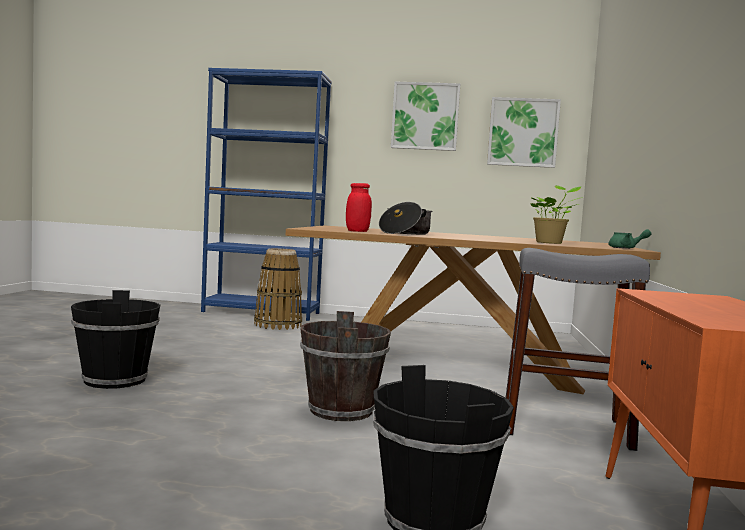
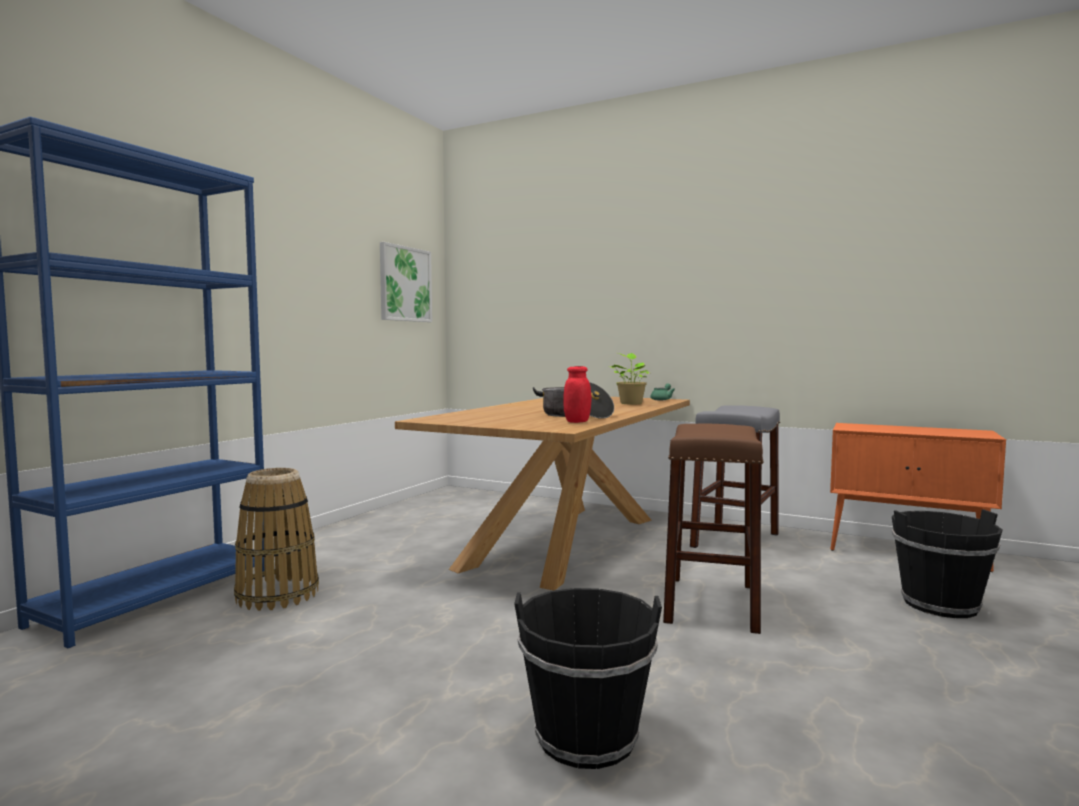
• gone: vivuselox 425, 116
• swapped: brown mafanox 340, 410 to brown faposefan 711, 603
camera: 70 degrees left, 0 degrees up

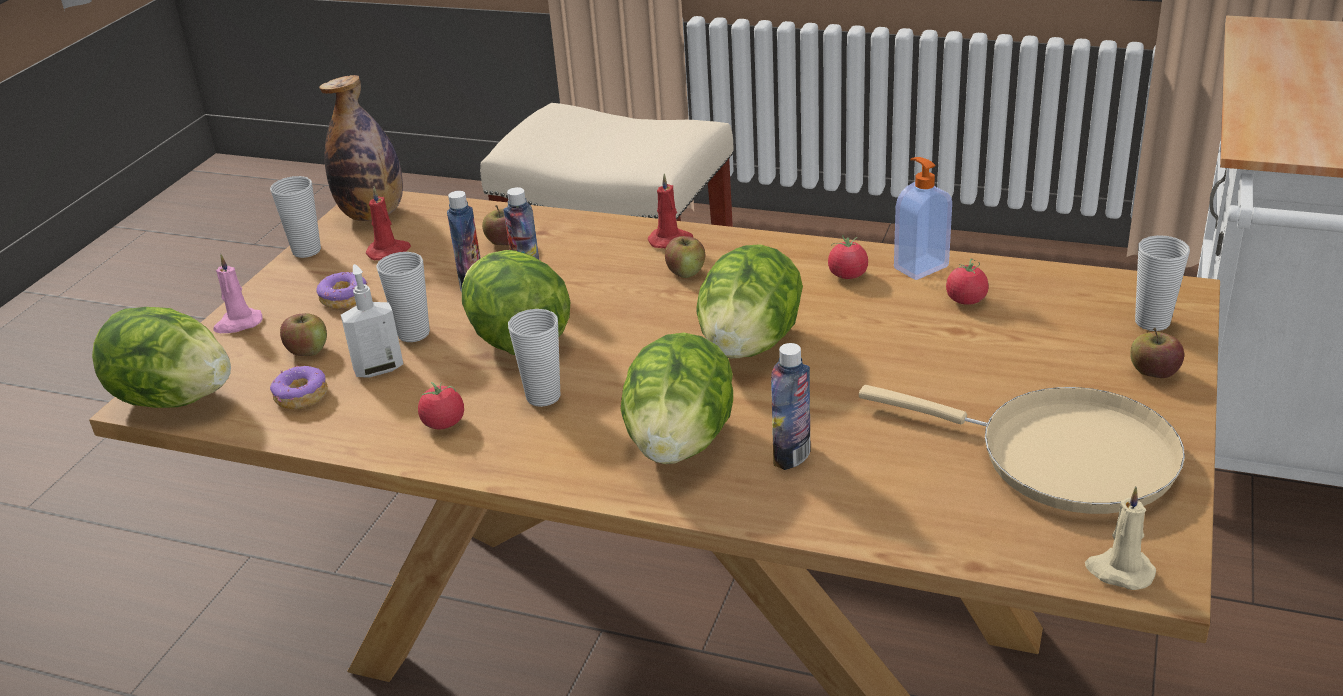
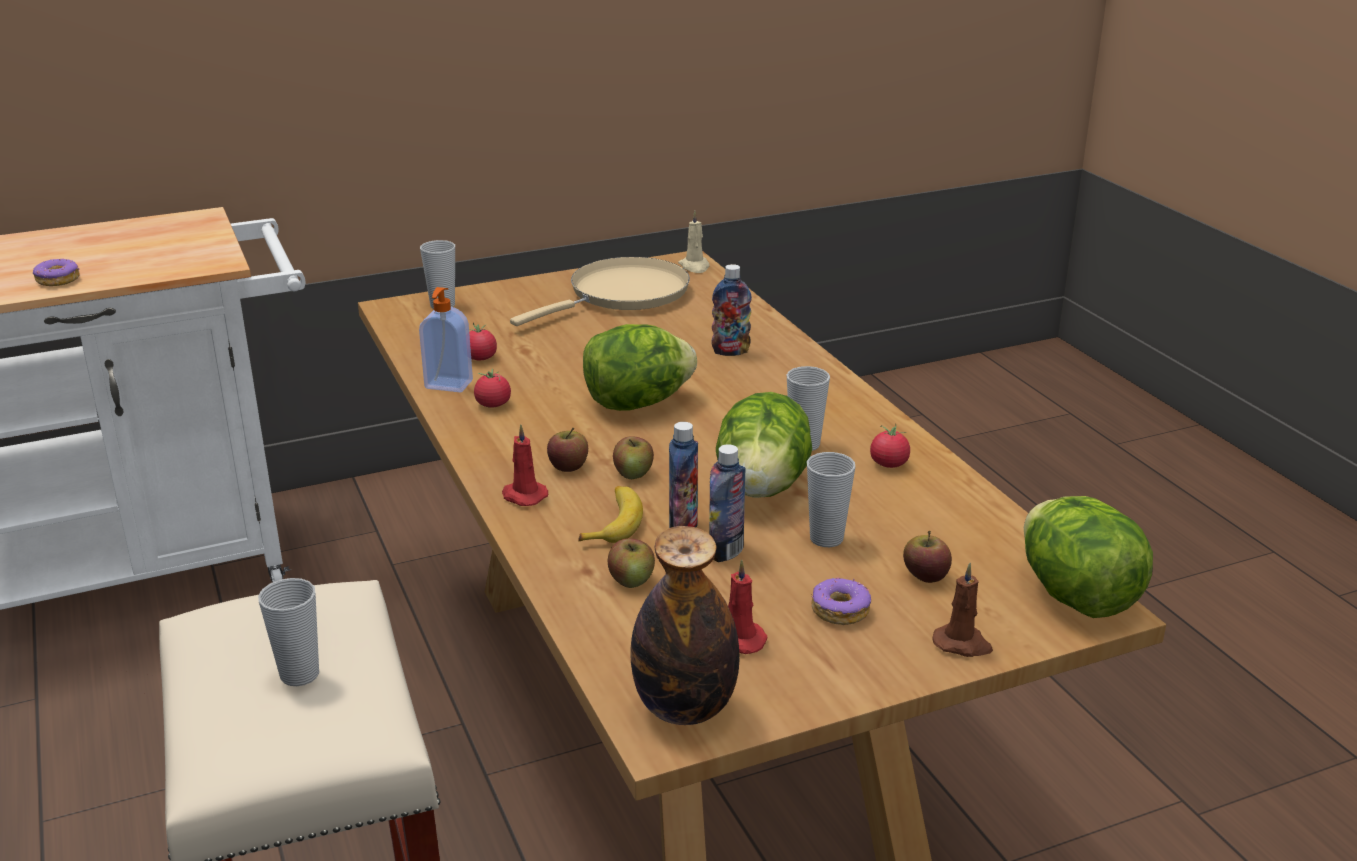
• gone: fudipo 378, 369
• gone: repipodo 680, 443
• new: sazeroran 613, 523
• shifted: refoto 306, 251 to 299, 675
• shifted: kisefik 301, 396 to 58, 280
• shifted: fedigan 1153, 372 to 633, 473
• repainted: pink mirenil 238, 324 to brown mirenil 962, 644
• rotated: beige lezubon 1063, 456 = 622, 295 60 degrees clockwise
camera: 135 degrees left, 5 degrees down

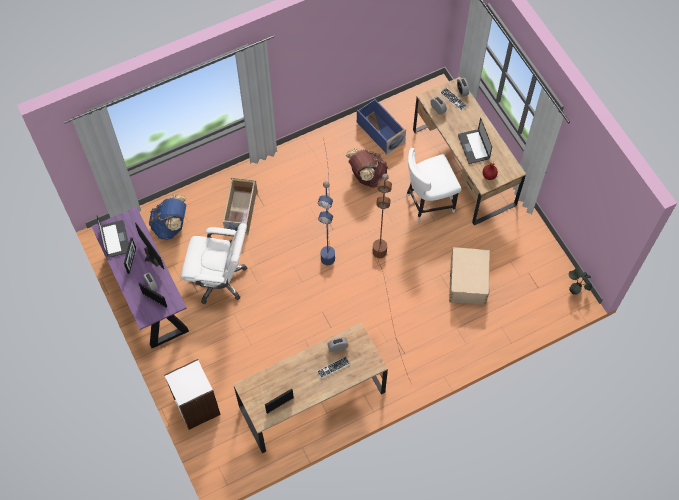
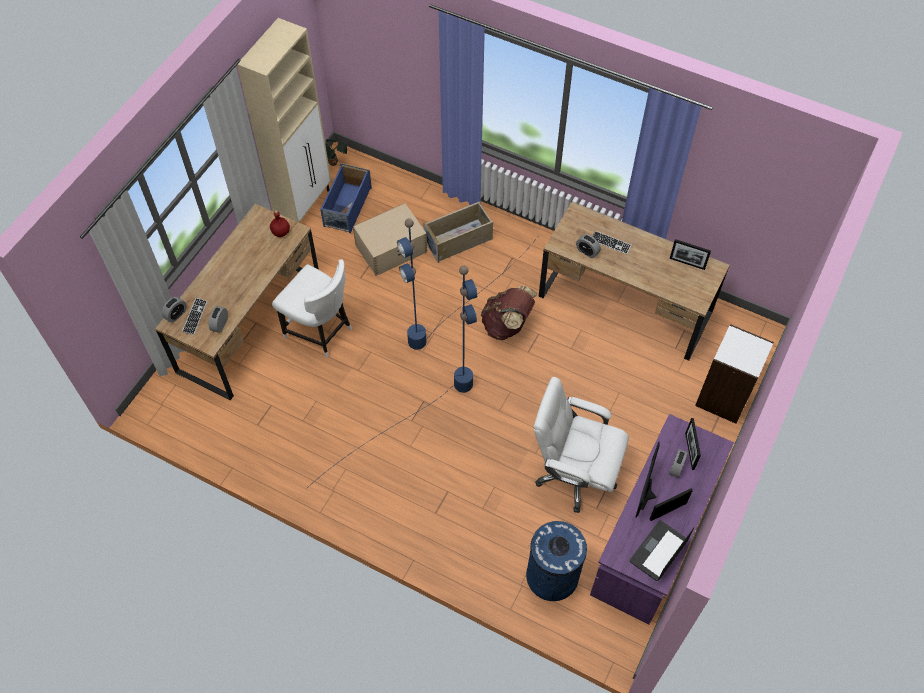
• gone: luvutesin 473, 147
• new: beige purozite 304, 205
• shifted: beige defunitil 241, 212 to 459, 240
• shifted: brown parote 367, 176 to 507, 325
• shifted: blue defunitil 380, 132 to 347, 207
• swapped: blue parote 171, 226 to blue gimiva 552, 576
• repainted: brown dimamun 386, 287 to blue dimamun 454, 311
• rotated: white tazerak 219, 279 = 574, 474 45 degrees counterclockwise
camera: 125 degrees left, 5 degrees down

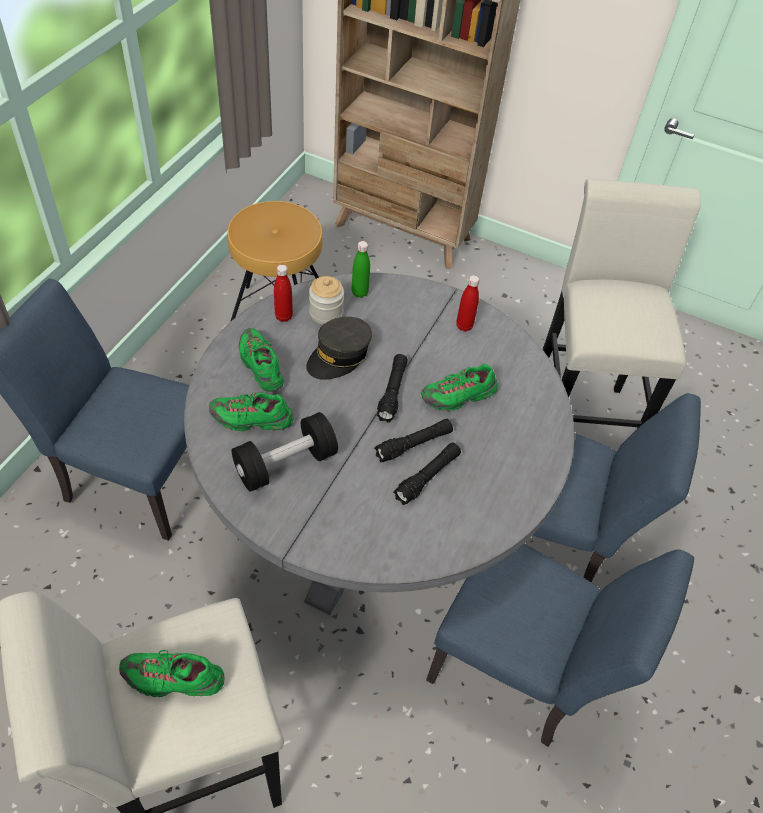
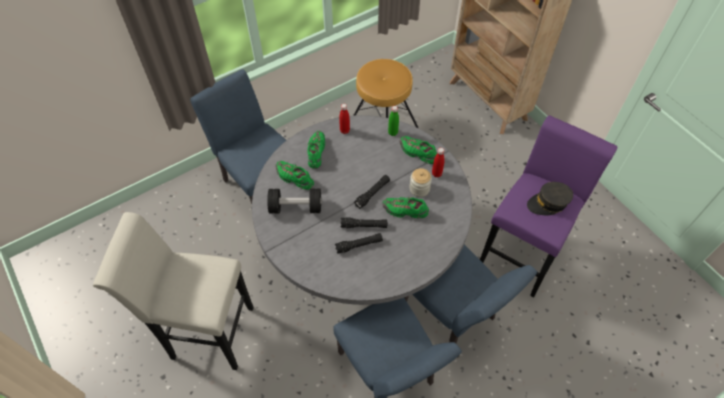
• shifted: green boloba 174, 679 to 418, 153
• shifted: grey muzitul 339, 356 to 548, 203
• shifted: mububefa 326, 313 to 419, 189
• repainted: white faposefan 578, 413 to purple faposefan 521, 253
camera: 35 degrees right, 5 degrees up

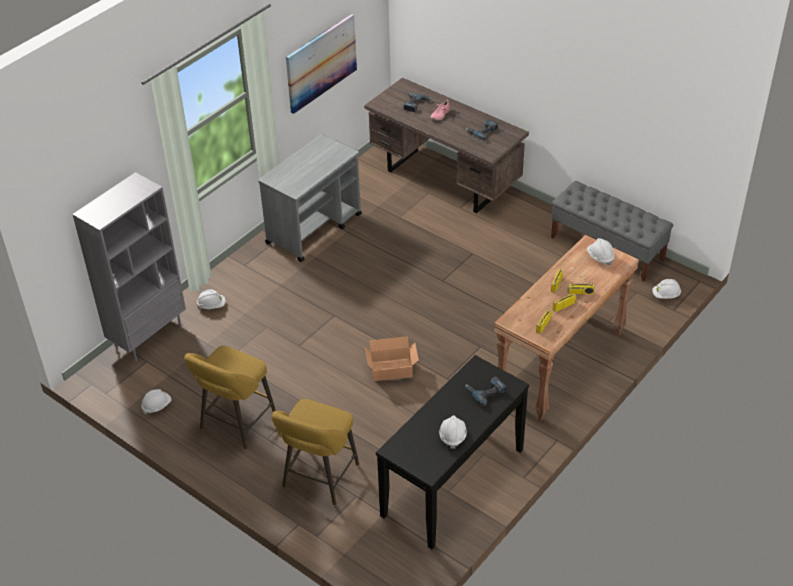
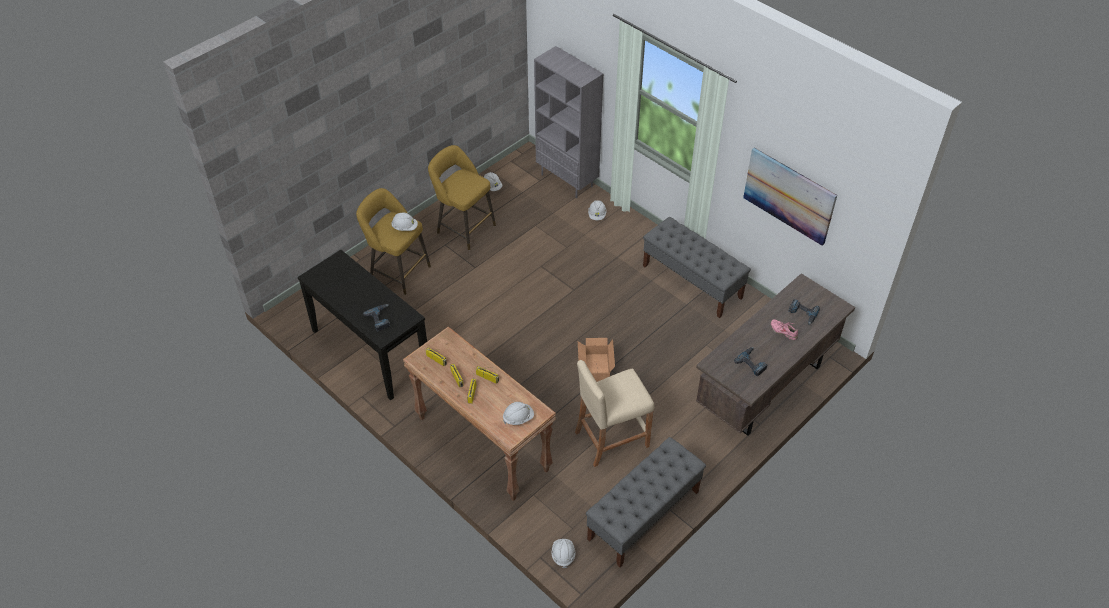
• new: beige faposefan 611, 438
• shifted: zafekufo 392, 370 to 595, 368
• shifted: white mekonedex 452, 436 to 405, 227
• swapped: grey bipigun 314, 228 to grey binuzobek 692, 282
camera: 95 degrees right, 5 degrees up

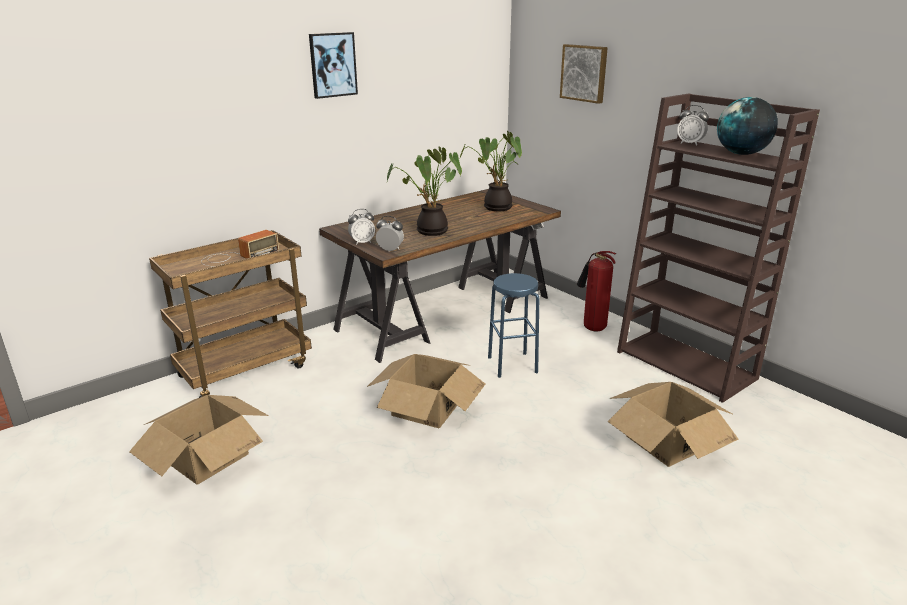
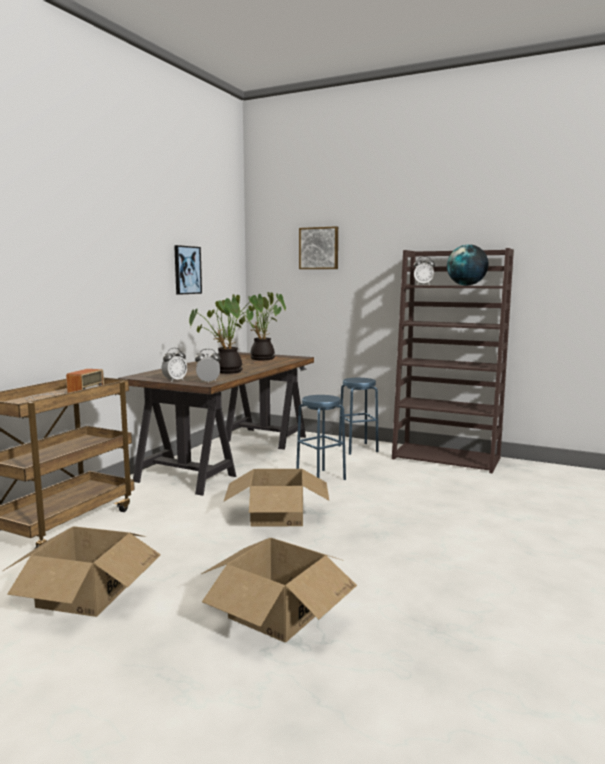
• shifted: vivuselox 333, 65 to 187, 270
• shifted: zafekufo 667, 441 to 278, 612
• swapped: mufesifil 591, 327 to blue faposefan 358, 448
camera: 25 degrees left, 15 degrees down

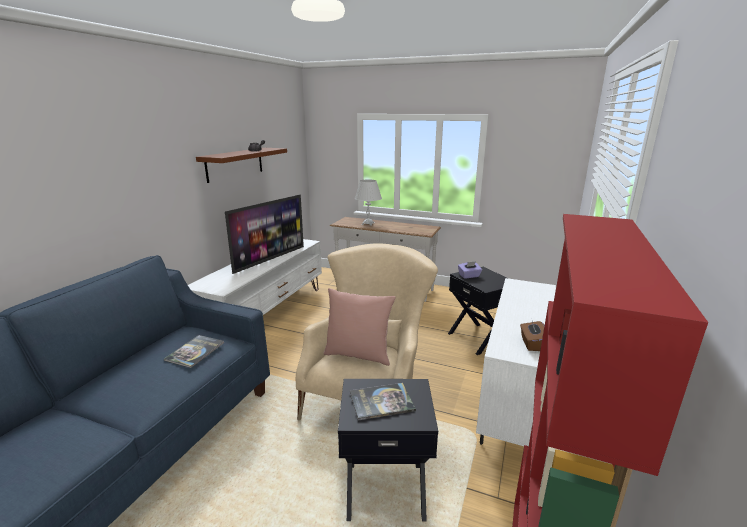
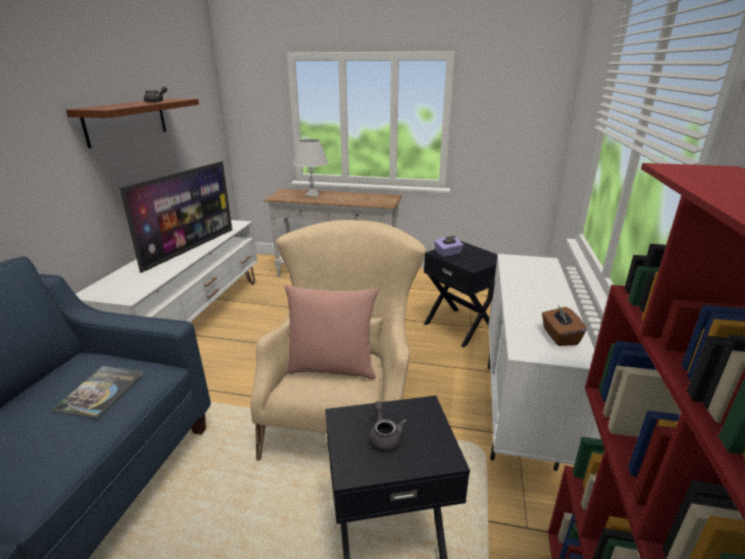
• swapped: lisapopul 381, 402 to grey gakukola 384, 437
camera: 10 degrees left, 5 degrees up

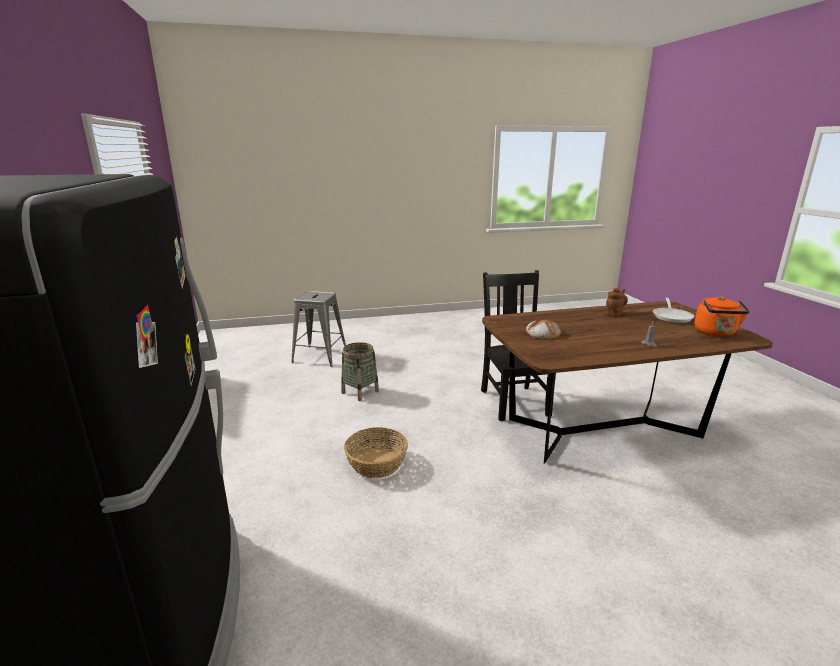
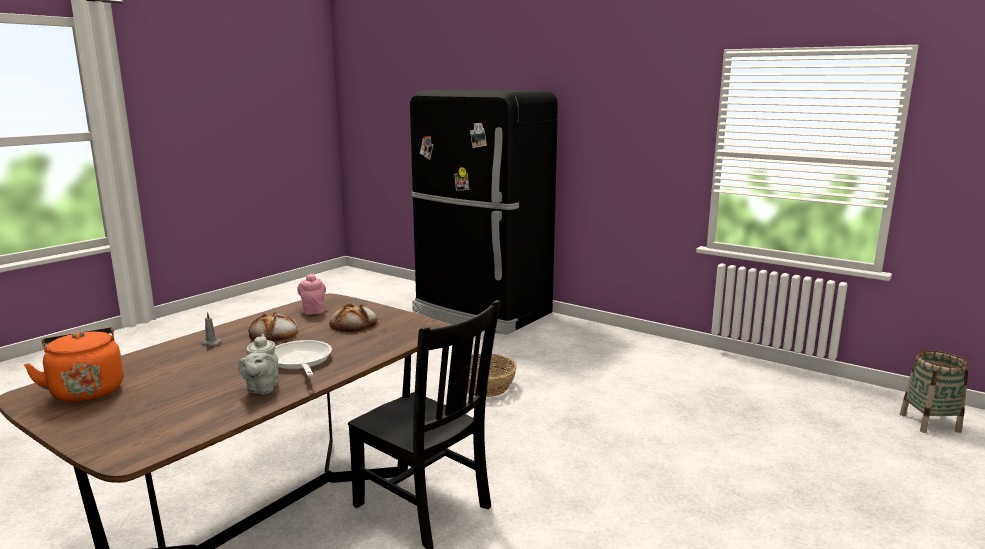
• gone: grey faposefan 320, 356
• new: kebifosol 274, 334
• new: pink gakukola 313, 310
• shifted: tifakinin 360, 392 to 929, 423
• shifted: lezubon 672, 316 to 300, 362
• repainted: brown gakukola 614, 313 to grey gakukola 261, 388
camera: 140 degrees right, 5 degrees down

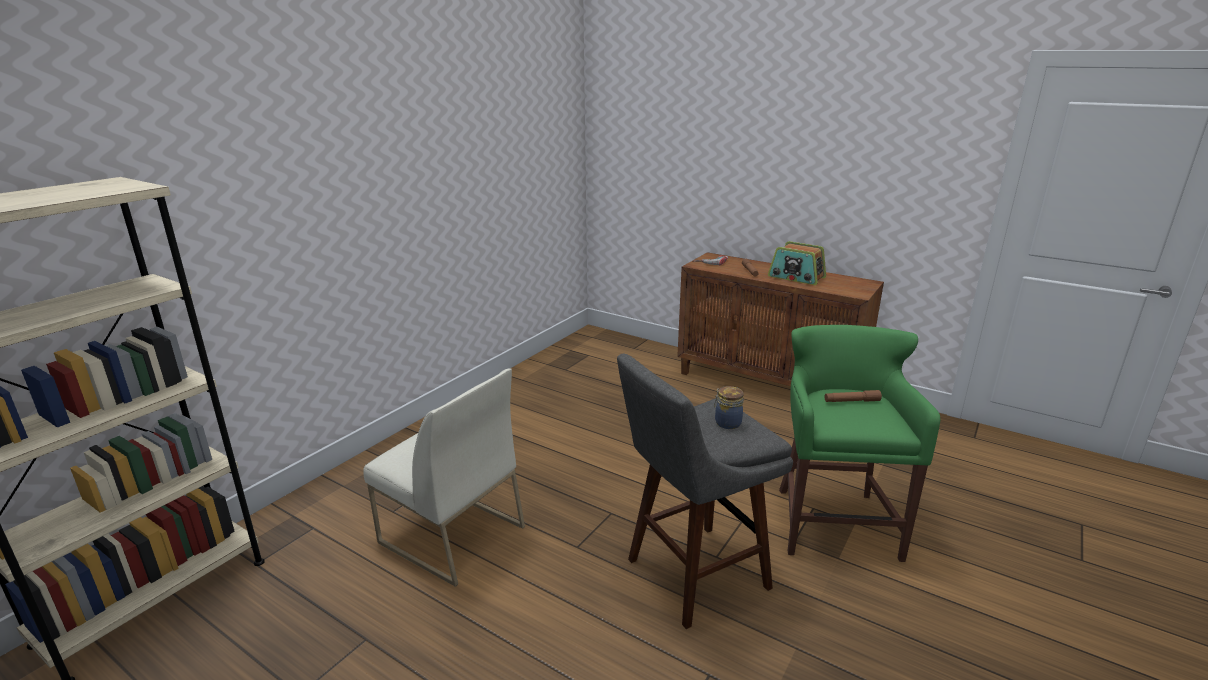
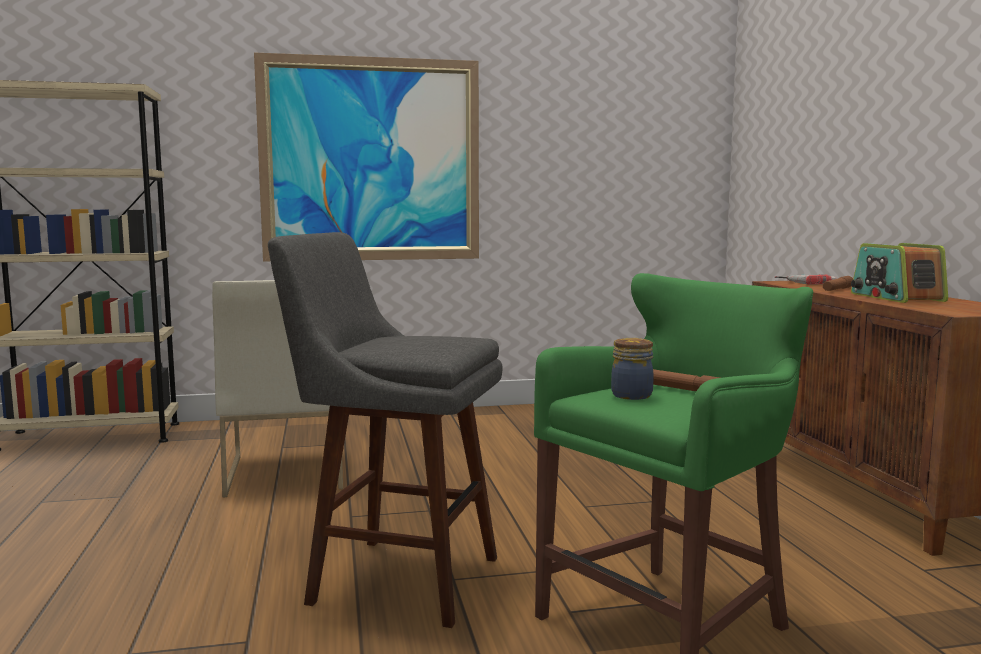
• new: vivuselox 371, 160
• shifted: mububefa 727, 422 to 631, 395
camera: 45 degrees right, 15 degrees down

